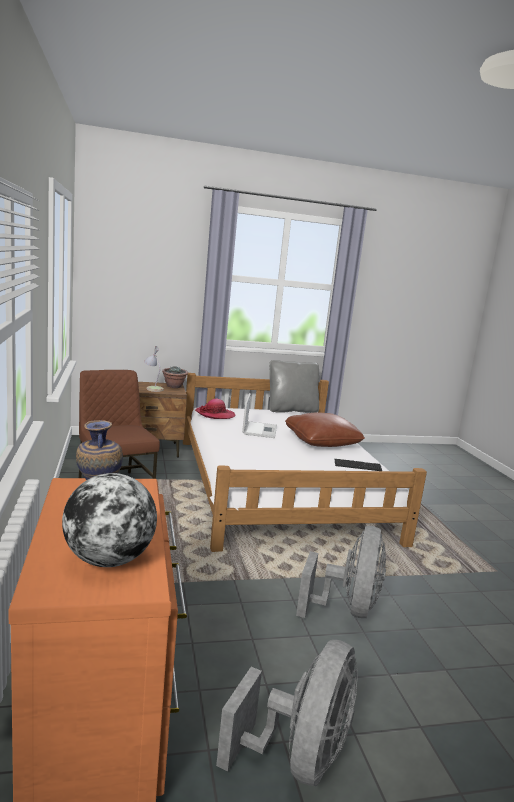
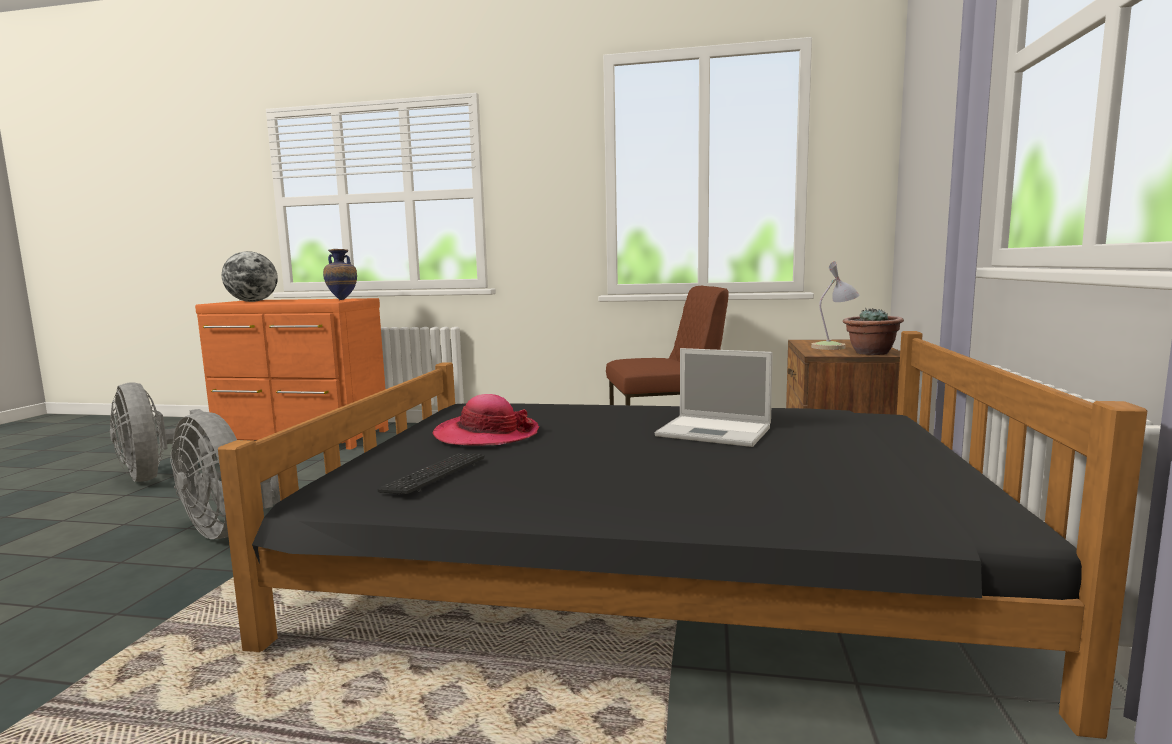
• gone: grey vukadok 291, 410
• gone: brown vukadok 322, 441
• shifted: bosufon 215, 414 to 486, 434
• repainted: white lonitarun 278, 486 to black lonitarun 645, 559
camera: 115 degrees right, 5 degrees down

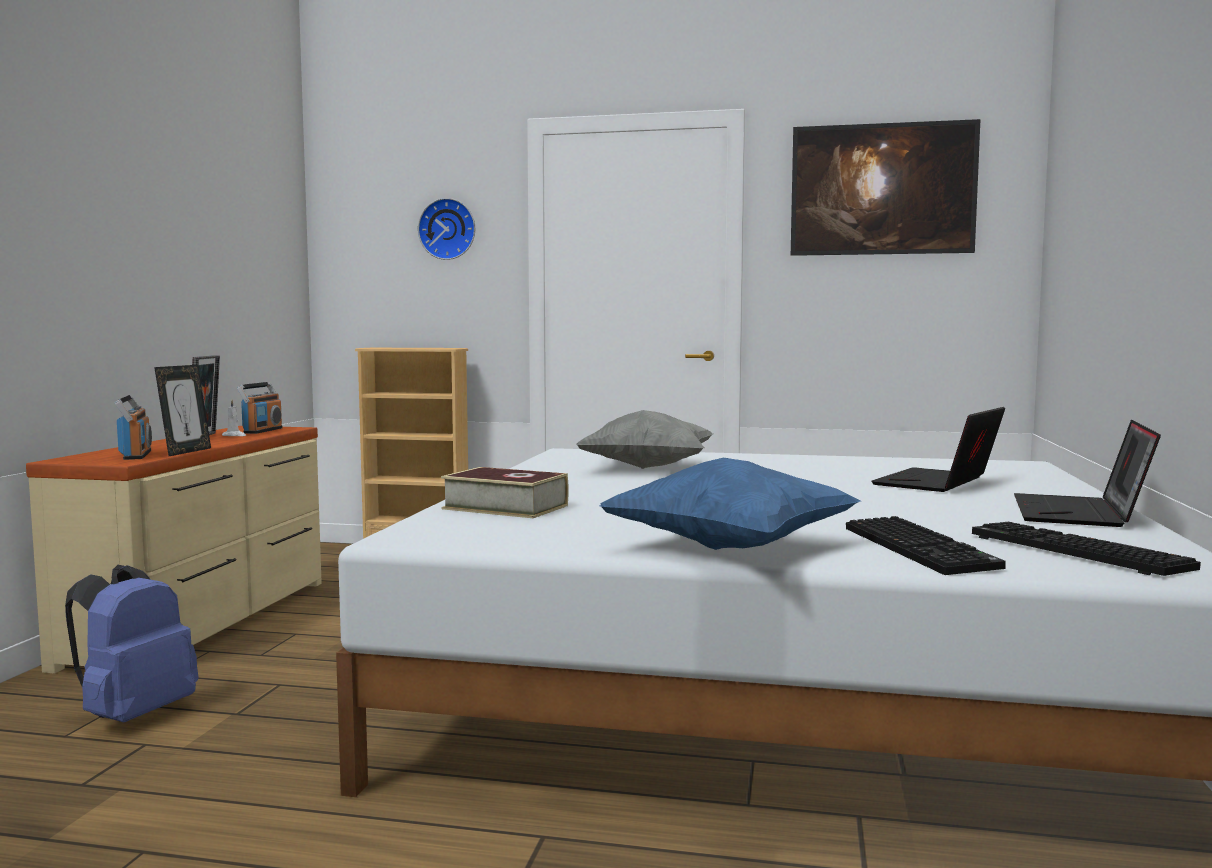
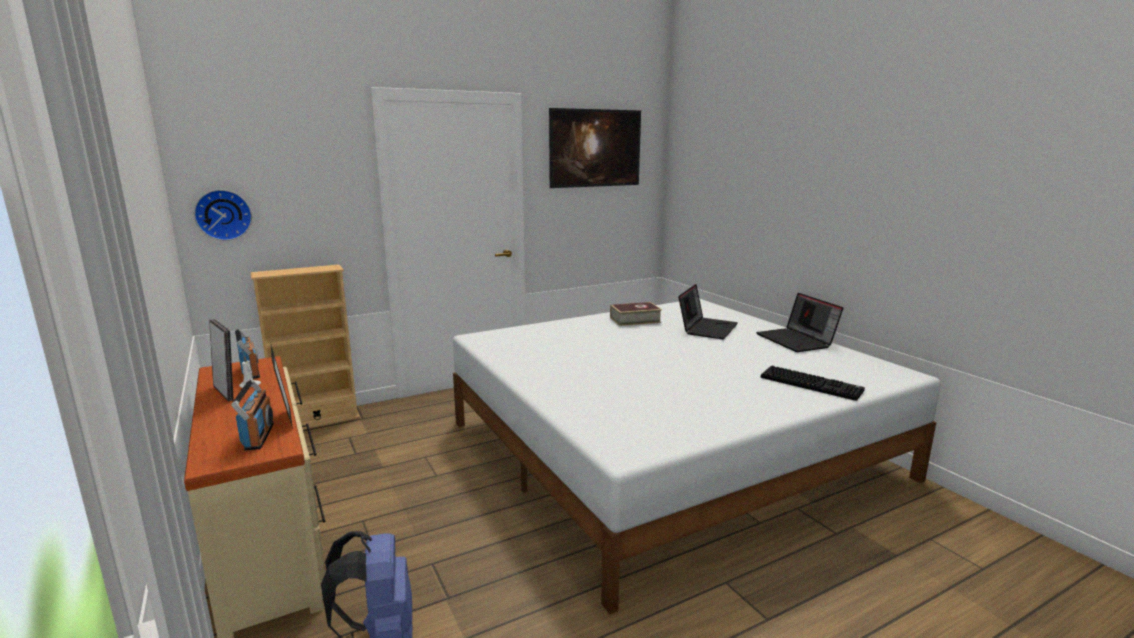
• gone: grey vukadok 648, 468
• gone: blue vukadok 731, 548
• gone: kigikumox 1073, 551
• shifted: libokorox 448, 229 to 223, 214
• shifted: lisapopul 505, 507 to 635, 320
• rotated: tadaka 136, 455 = 258, 436 45 degrees clockwise
• rotated: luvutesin 938, 483 = 707, 328 150 degrees counterclockwise
camera: 40 degrees left, 10 degrees up

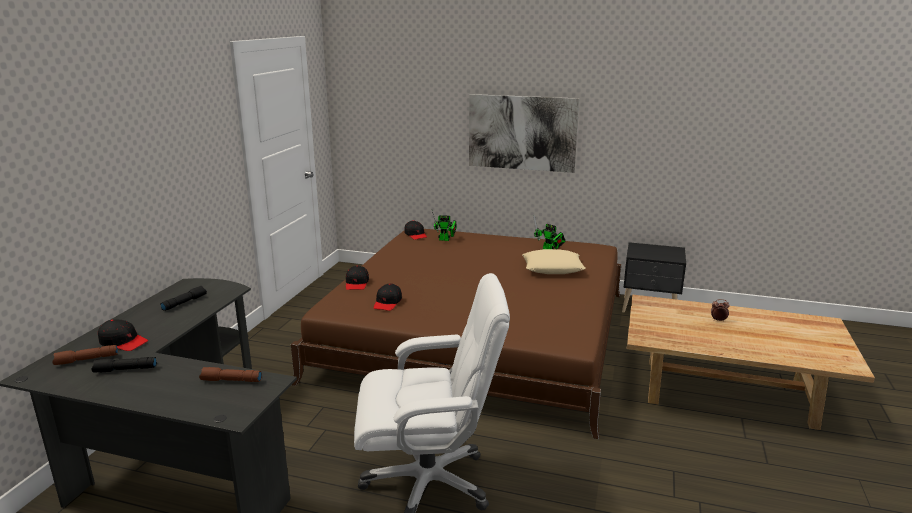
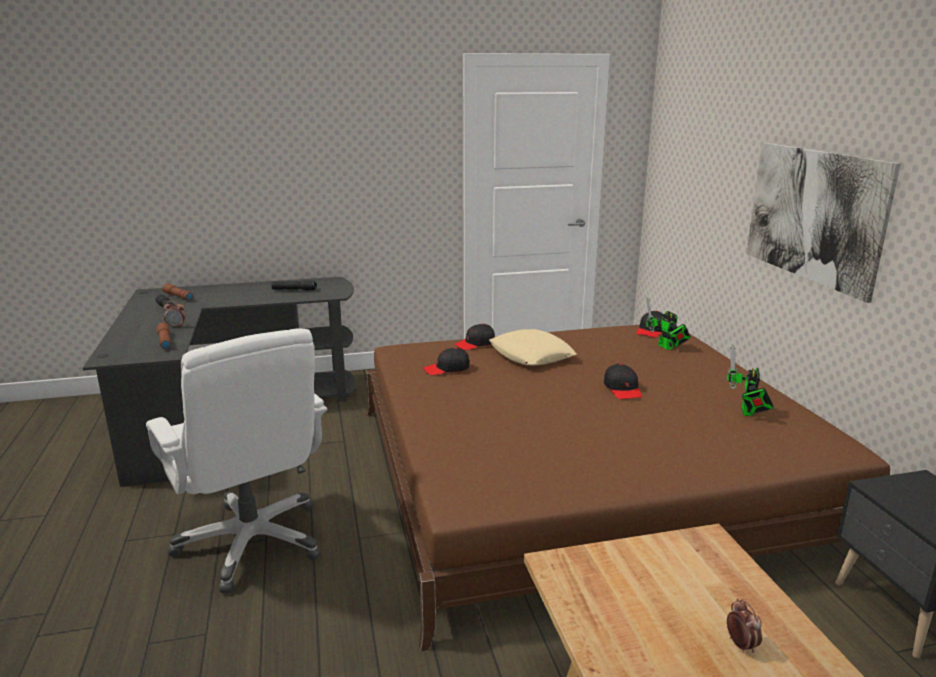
• new: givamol 176, 326
• shifted: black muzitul 123, 342 to 622, 389
• shifted: beige vukadok 552, 268 to 531, 355
camera: 60 degrees right, 0 degrees up

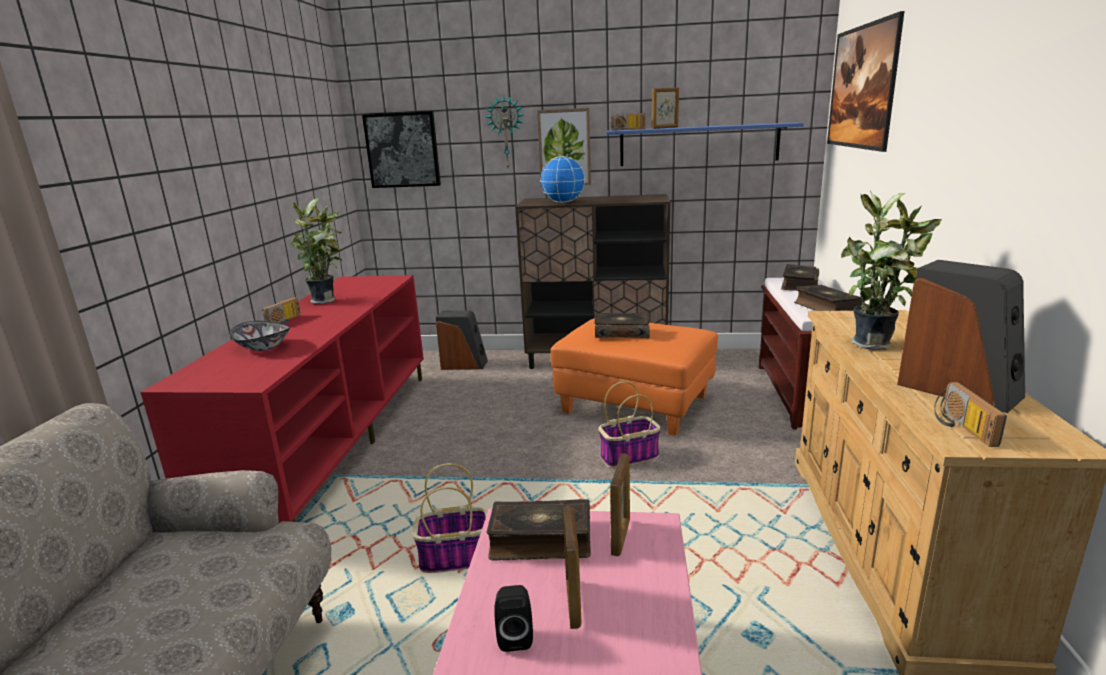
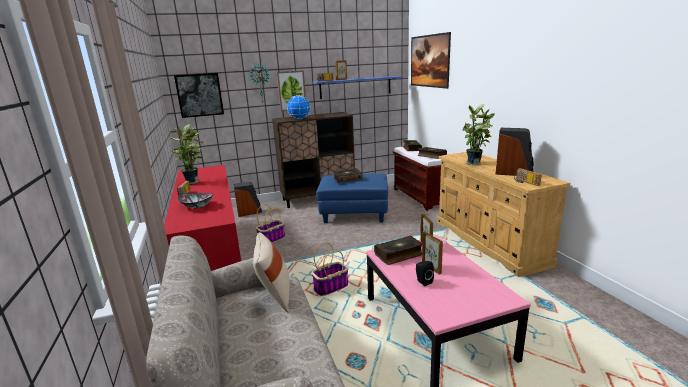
• new: beige vukadok 275, 295
• shifted: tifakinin 629, 456 to 272, 239
• repainted: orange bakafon 634, 405 to blue bakafon 354, 214
camera: 25 degrees left, 0 degrees up

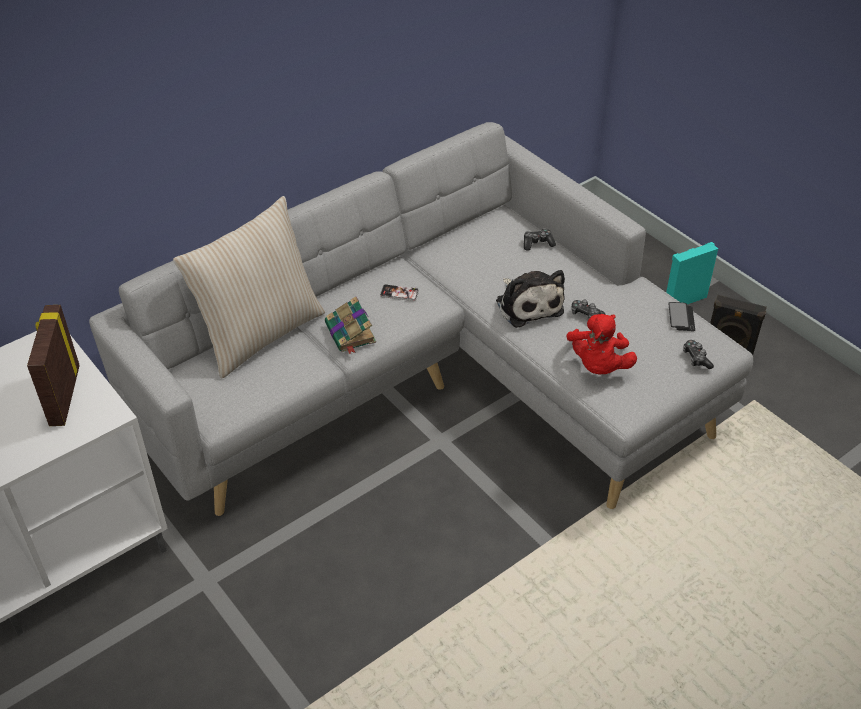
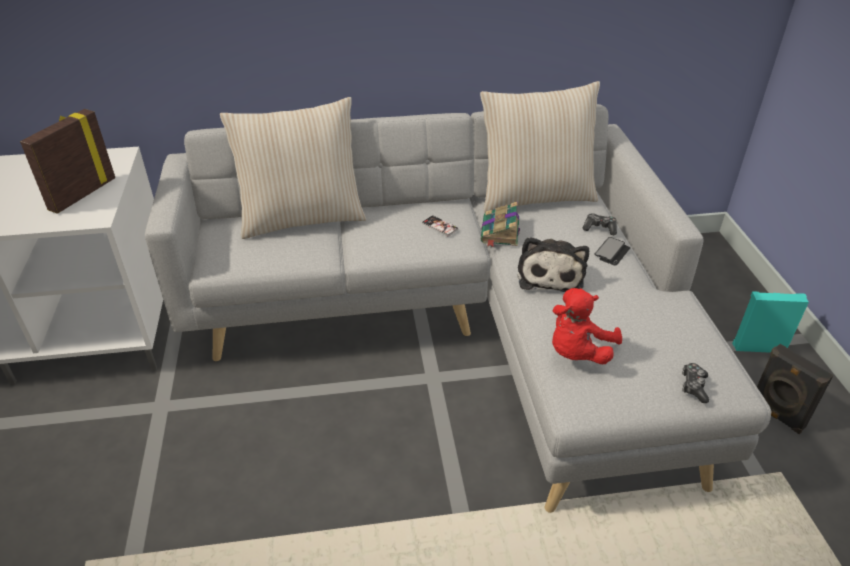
• gone: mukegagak 585, 314
• new: beige vukadok 535, 196
• shifted: lisapopul 351, 334 to 500, 233
• shifted: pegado 681, 317 to 612, 252
camera: 30 degrees right, 5 degrees down

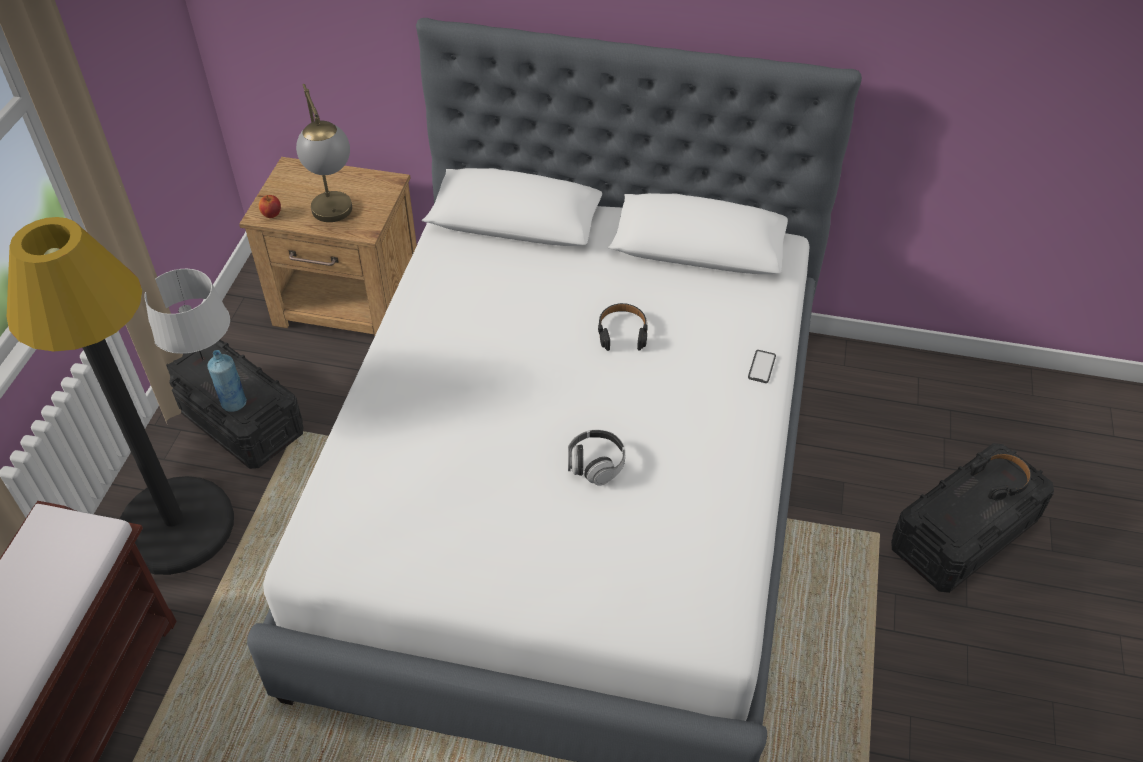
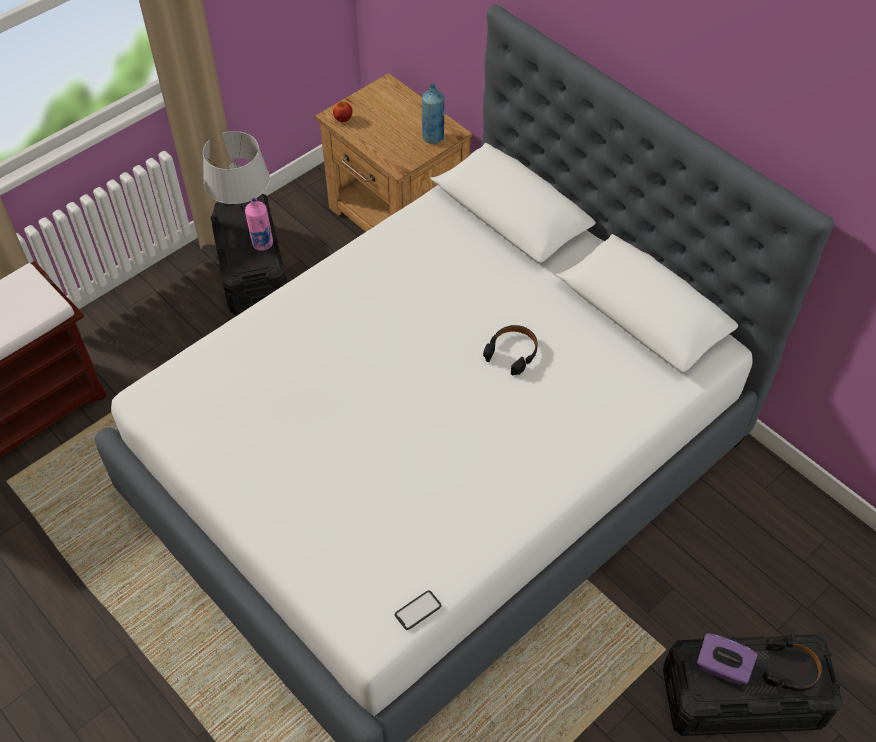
• gone: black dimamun 176, 526
• gone: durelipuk 336, 218
• gone: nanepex 595, 464
• new: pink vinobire 262, 244
• new: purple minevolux 722, 667
• shifted: blue vinobire 234, 403 to 433, 137
• shifted: pegado 761, 367 to 418, 610
camera: 35 degrees right, 5 degrees up

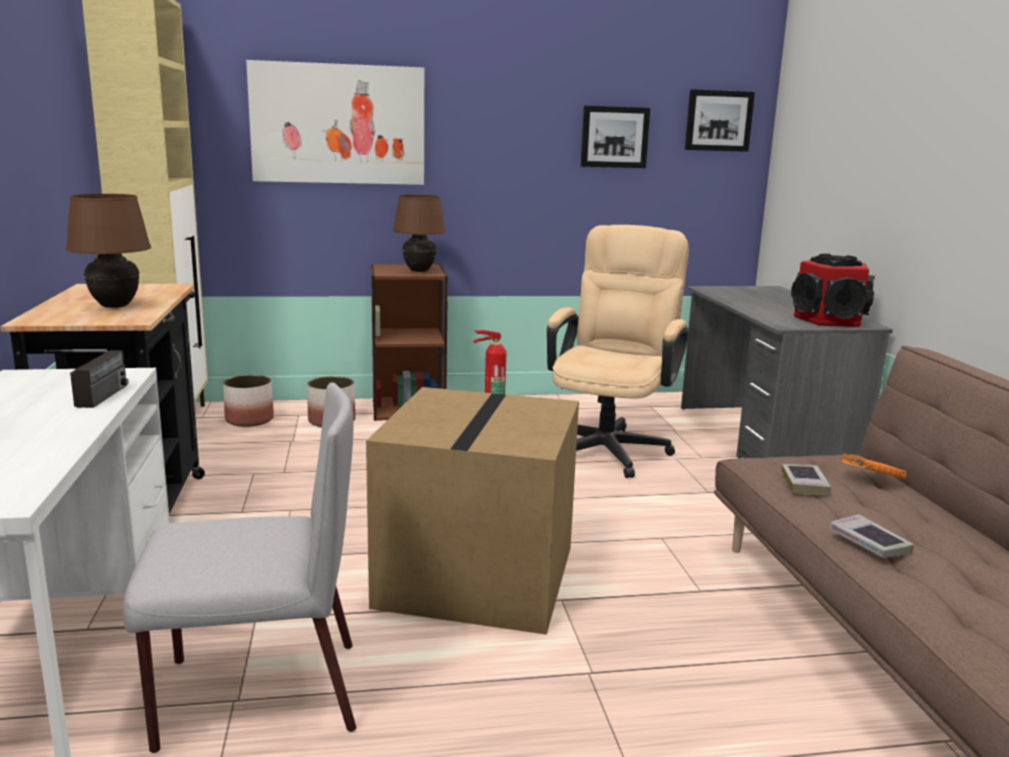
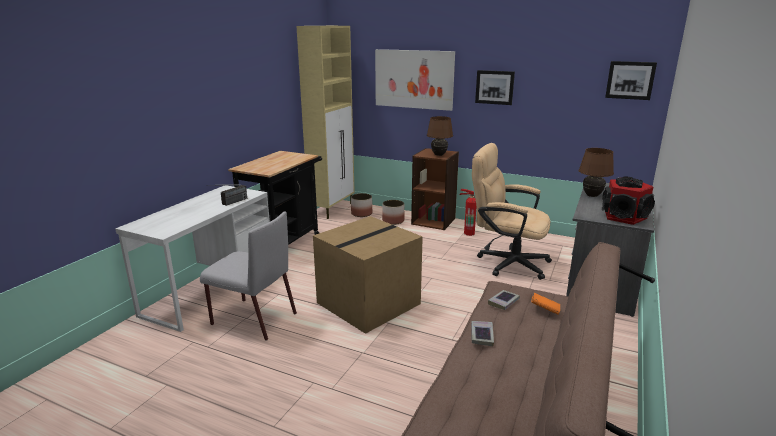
• shifted: brown durelipuk 115, 307 to 592, 196
• shifted: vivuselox 614, 137 to 494, 87
• rotated: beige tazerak 609, 446 = 506, 262 120 degrees counterclockwise
camera: 35 degrees right, 5 degrees up

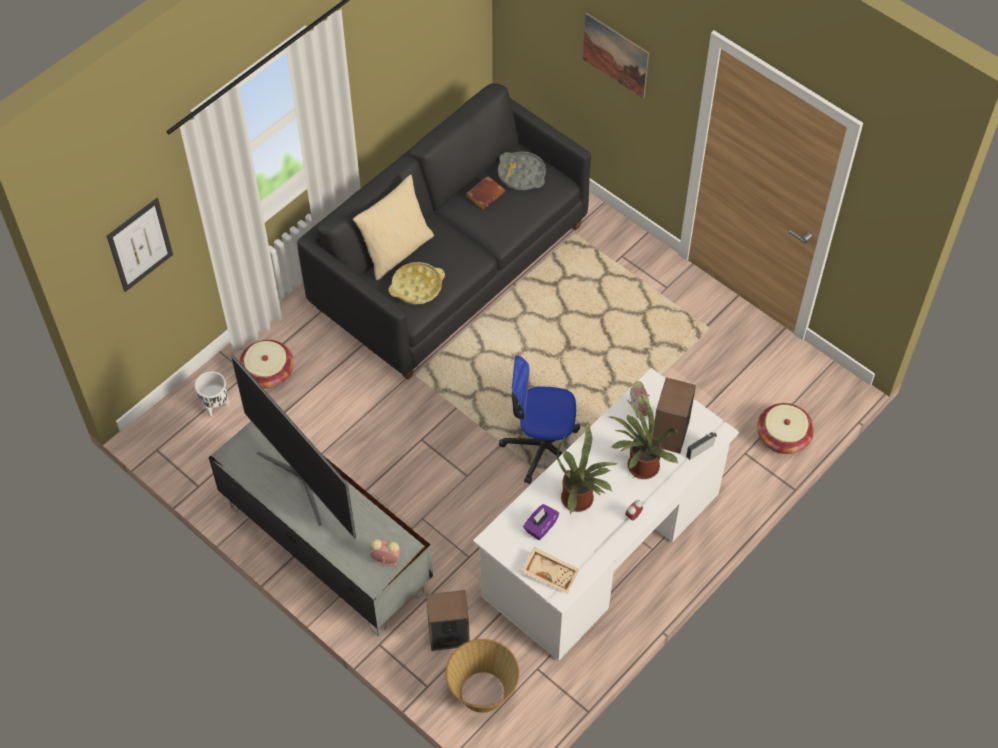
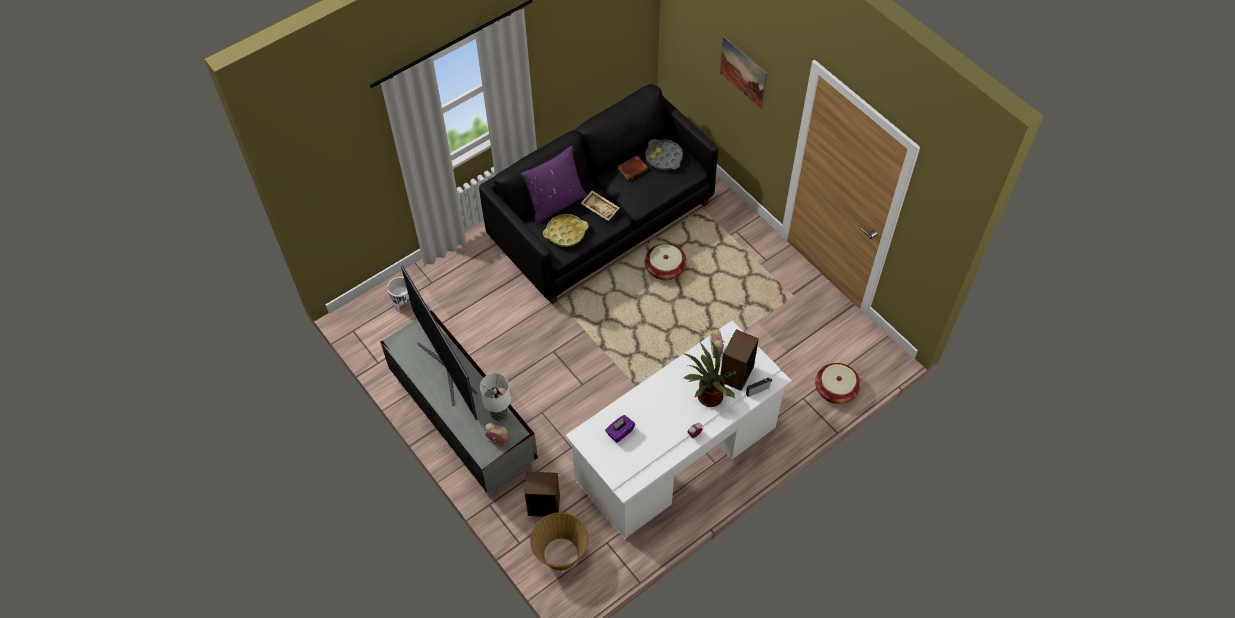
• gone: vivuselox 140, 245
• gone: tazerak 541, 448
• gone: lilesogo 580, 499
• new: durelipuk 498, 413
• shifted: tifakinin 268, 373 to 665, 269
• shifted: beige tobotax 550, 572 to 600, 208
• repainted: beige vukadok 396, 250 to purple vukadok 556, 203
camera: 10 degrees right, 0 degrees up

